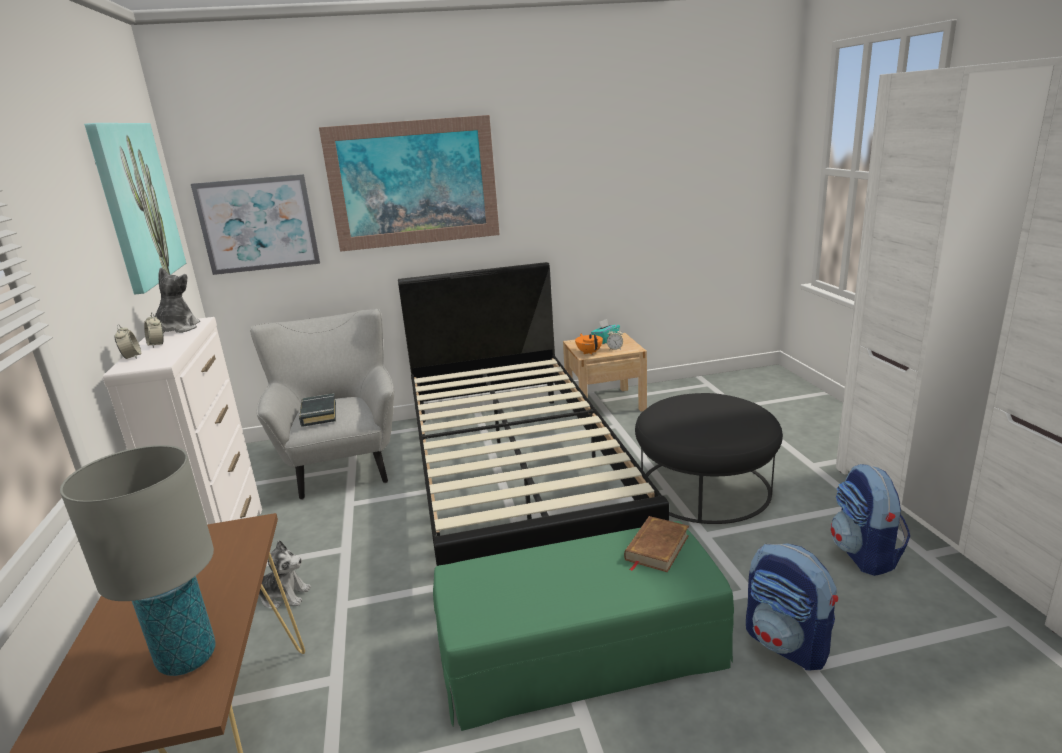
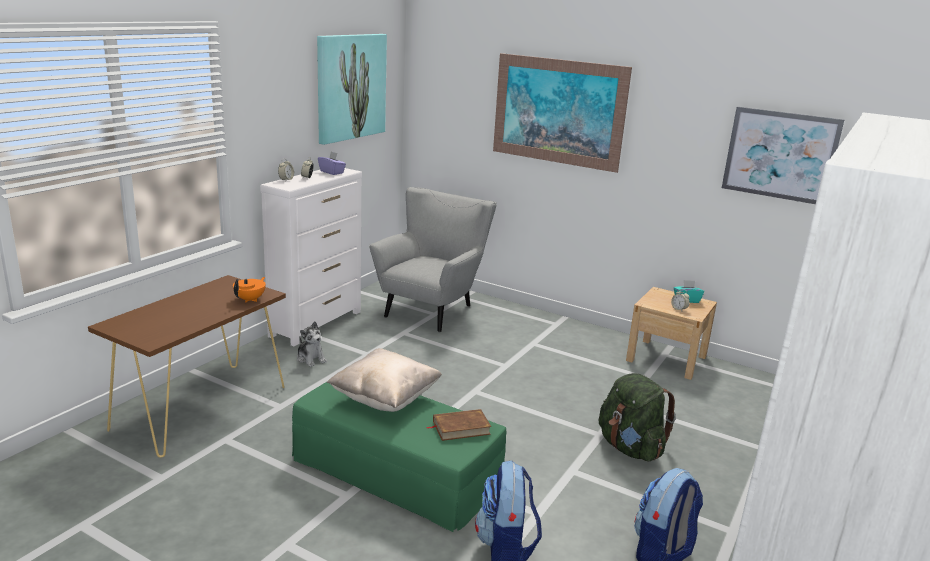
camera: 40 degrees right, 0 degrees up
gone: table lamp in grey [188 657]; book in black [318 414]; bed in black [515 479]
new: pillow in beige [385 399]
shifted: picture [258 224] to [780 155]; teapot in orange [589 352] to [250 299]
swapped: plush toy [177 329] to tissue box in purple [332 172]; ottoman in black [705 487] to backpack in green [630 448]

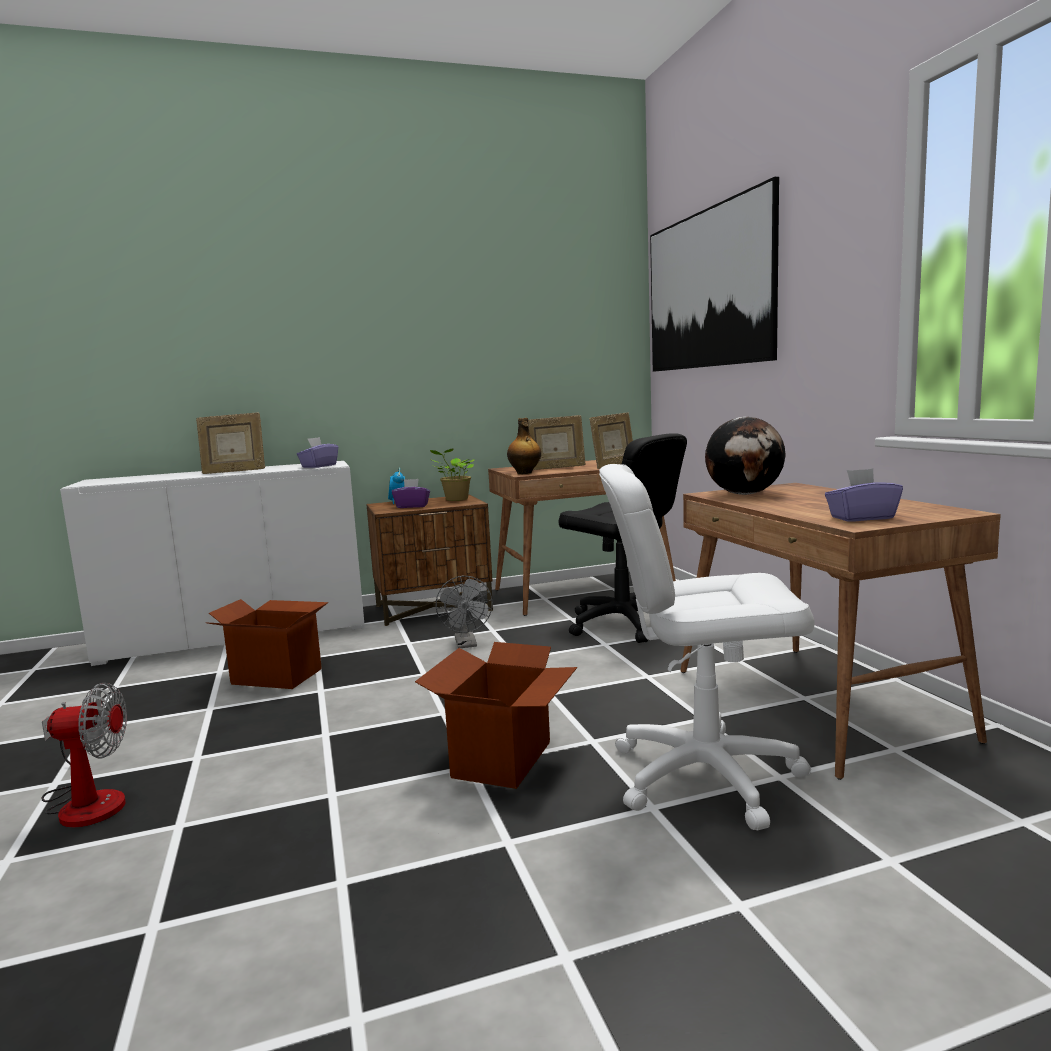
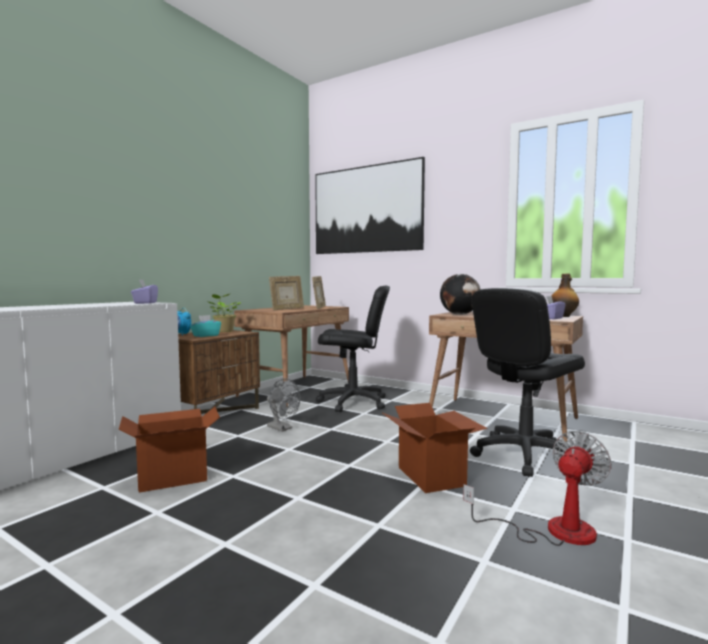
camera: 40 degrees left, 5 degrees down
gone: picture frame [234 472]
shifted: fan [86 801] to [553 531]; bottle [524 473] to [563 316]
repainted: tissue box in purple [412 506] to tissue box in turquoise [205 335]; office chair in white [704 775] to office chair in black [524 455]

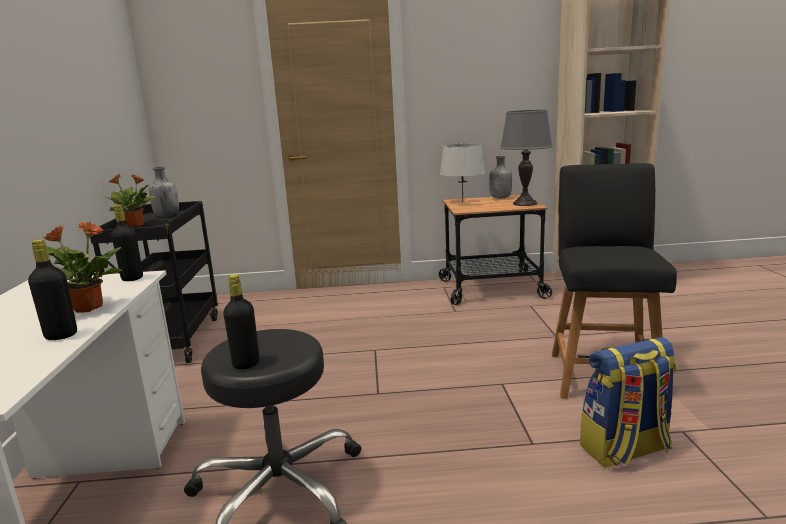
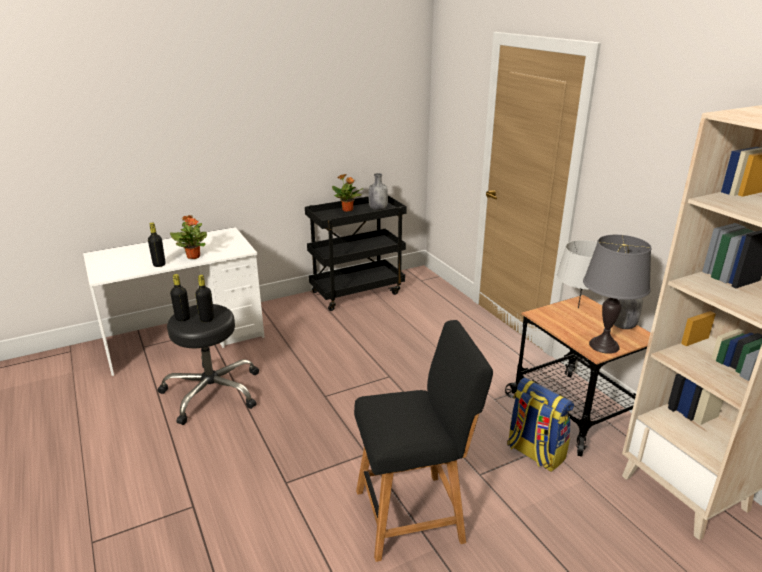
camera: 65 degrees right, 10 degrees up
shifted: bottle in black [132 278] to [207 319]; backpack [625 450] to [534 453]

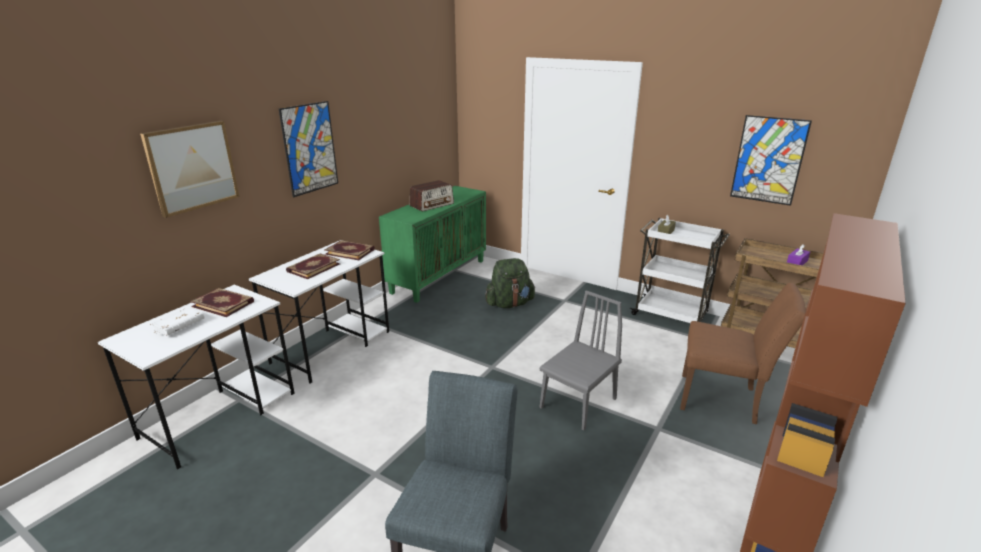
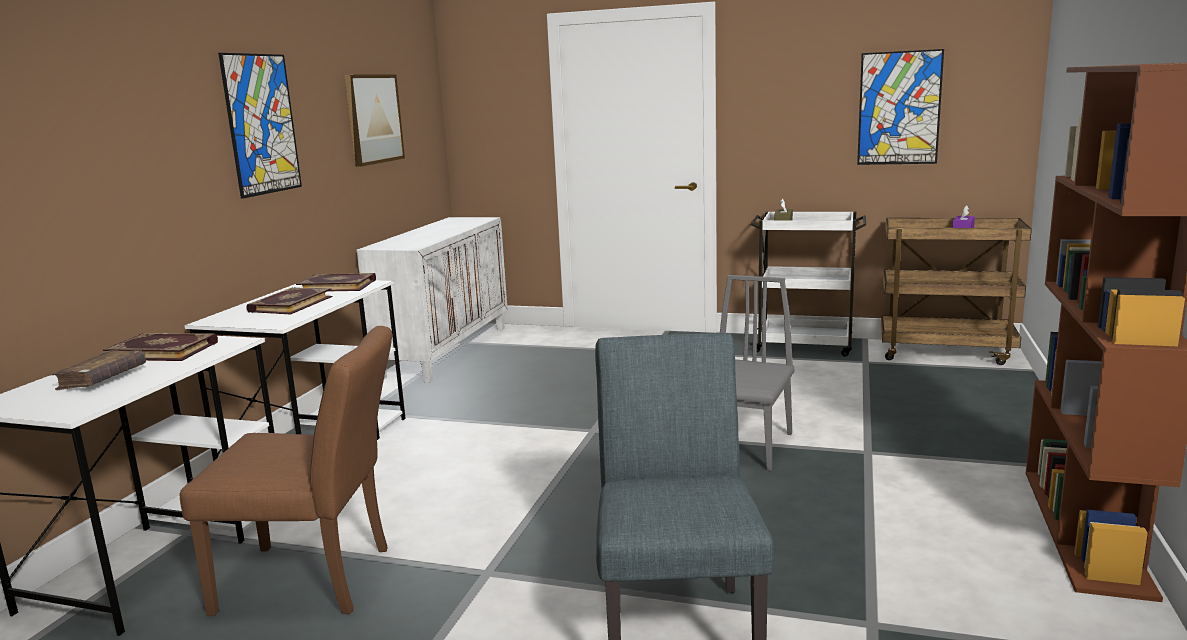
camera: 15 degrees left, 10 degrees down
gone: radio [432 205]; backpack in green [509 304]
shifted: picture [192 167] to [373 119]; chair in brown [725 400] to [317 580]
repainted: book in white [179 327] to book in brown [102 379]; cabinet in green [439 276] to cabinet in white [446 351]

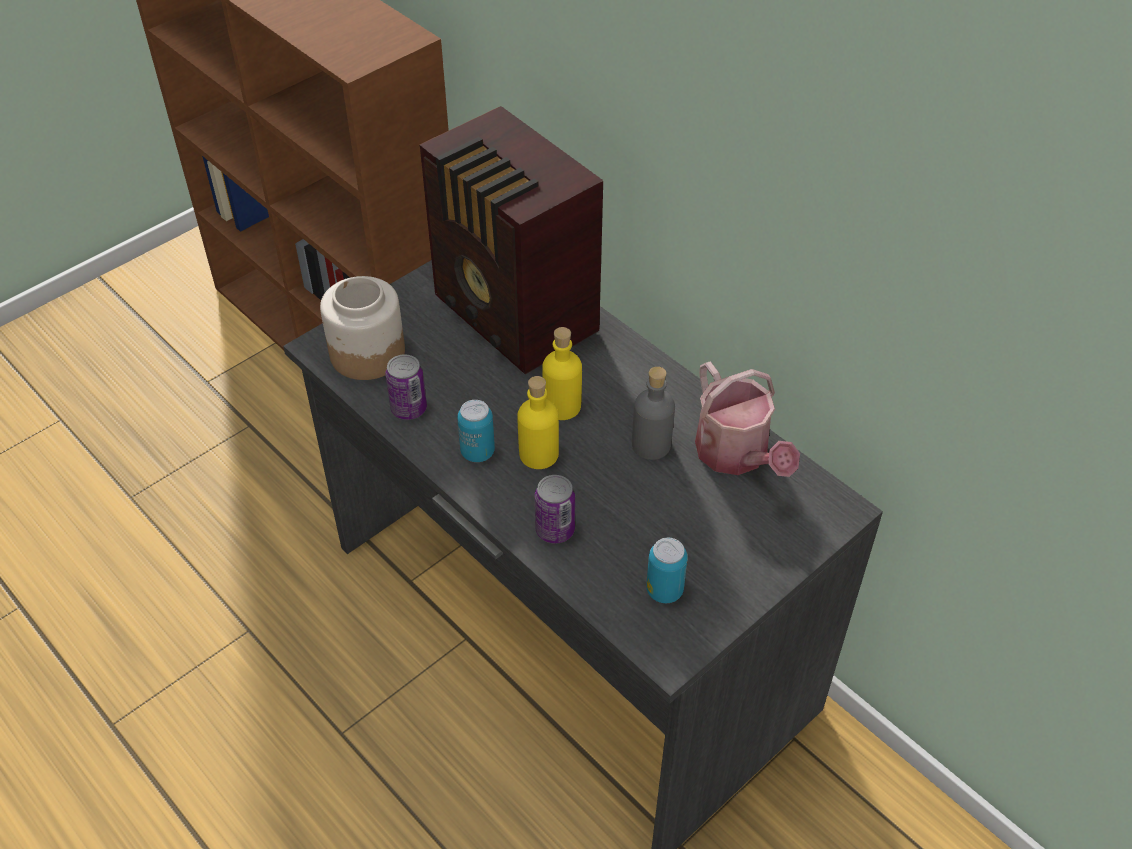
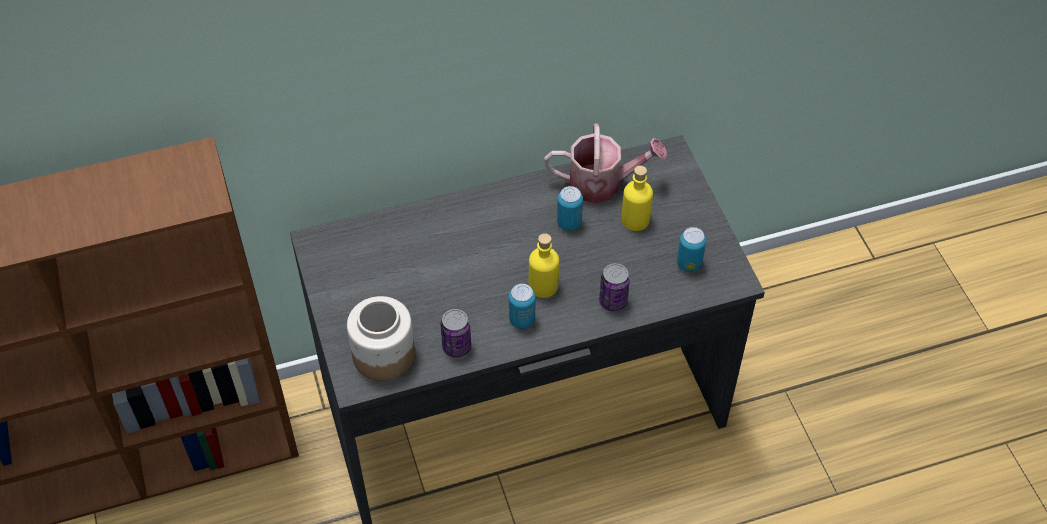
camera: 65 degrees left, 5 degrees up
gone: radio [515 317]
shifted: bottle in yellow [562 406] to [635 220]
swapped: bottle in grey [651 445] to can [569 223]

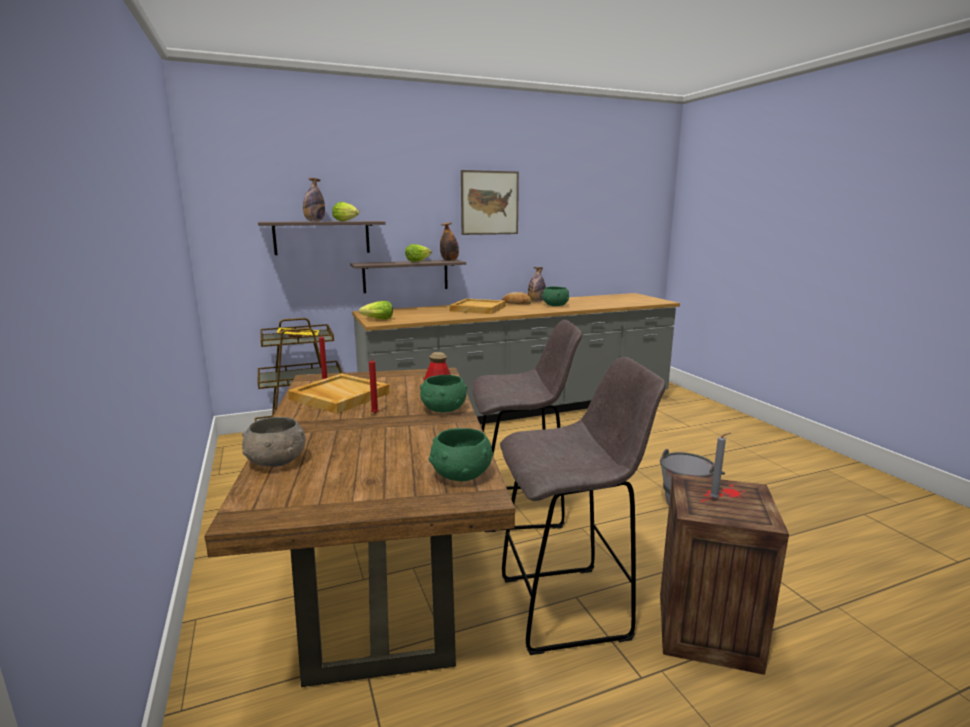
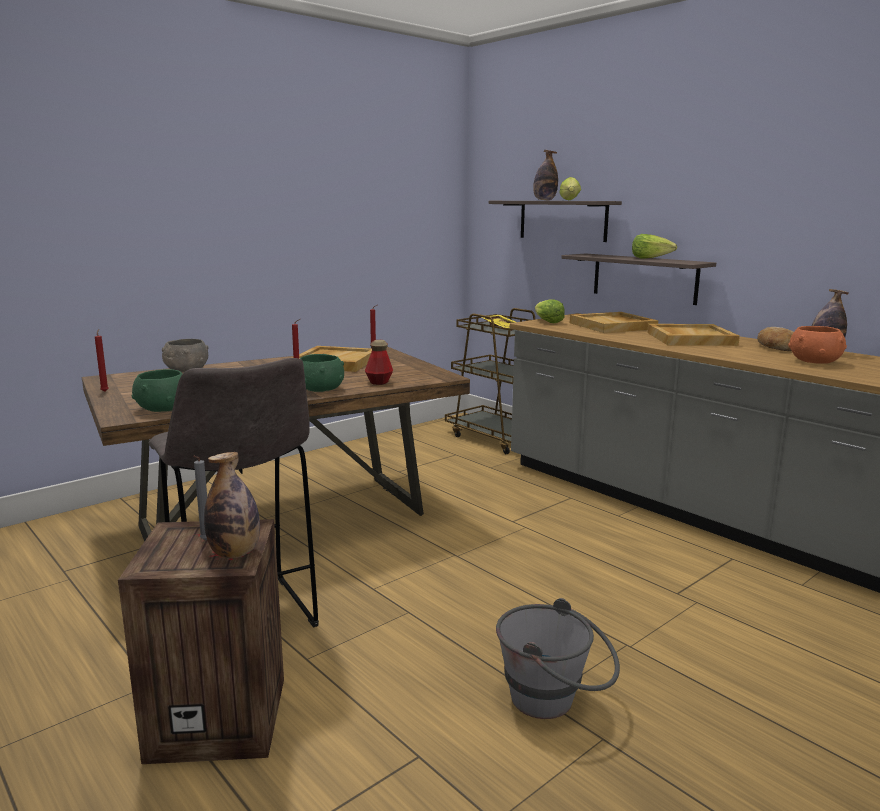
camera: 70 degrees right, 0 degrees up
gone: picture [489 203]; stool in grey [521 508]
new: candle in red [105 391]; tray in beige [613 326]
shifted: bottle [449 260] to [235 553]
repainted: bowl in green [555 305] to bowl in orange [814 361]

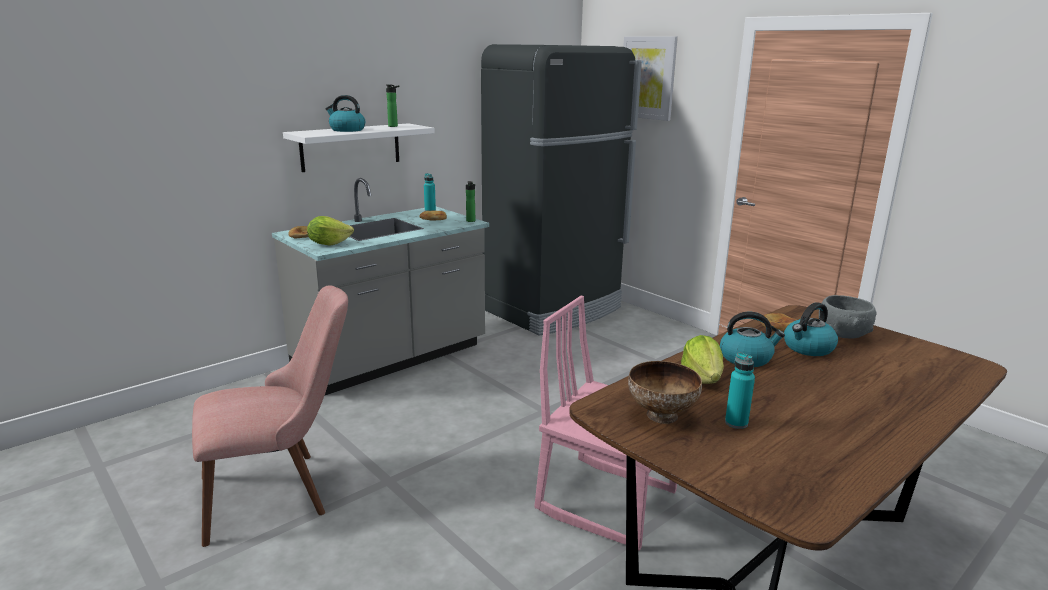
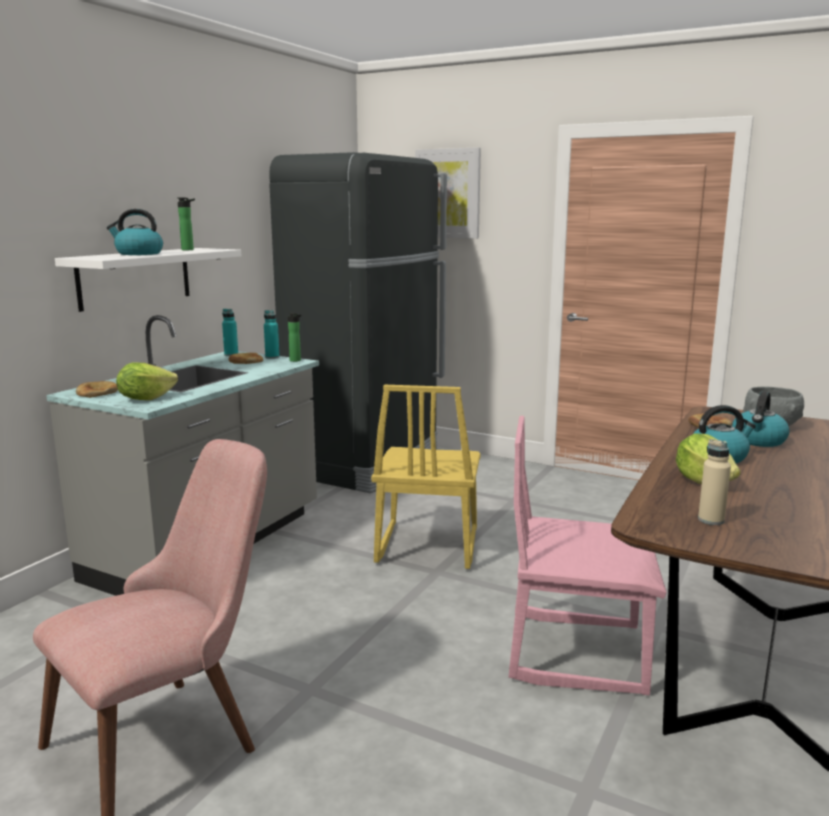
camera: 20 degrees left, 5 degrees down
new: chair in yellow [426 546]
shifted: bottle in turquoise [736 423] to [272 357]
swapped: bowl [661 415] to bottle in beige [711 520]

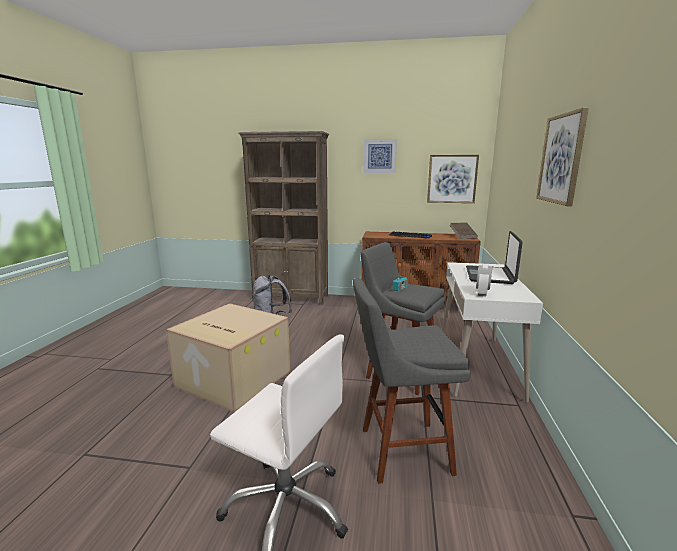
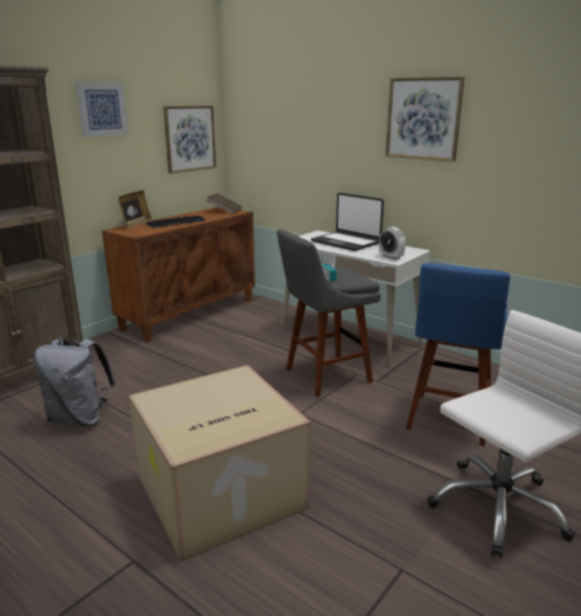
camera: 60 degrees left, 5 degrees up
new: picture frame [136 224]
repainted: stool in grey [400 451] to stool in blue [448 421]

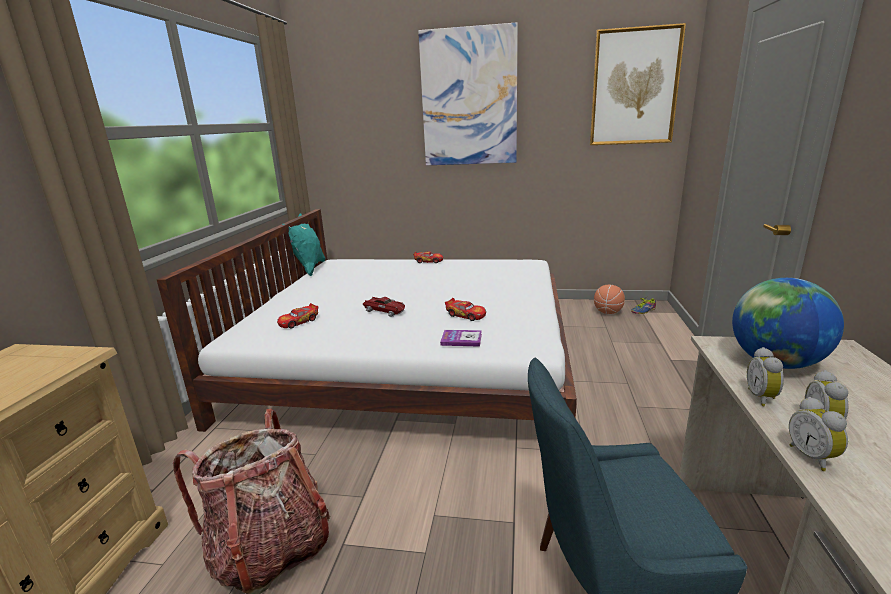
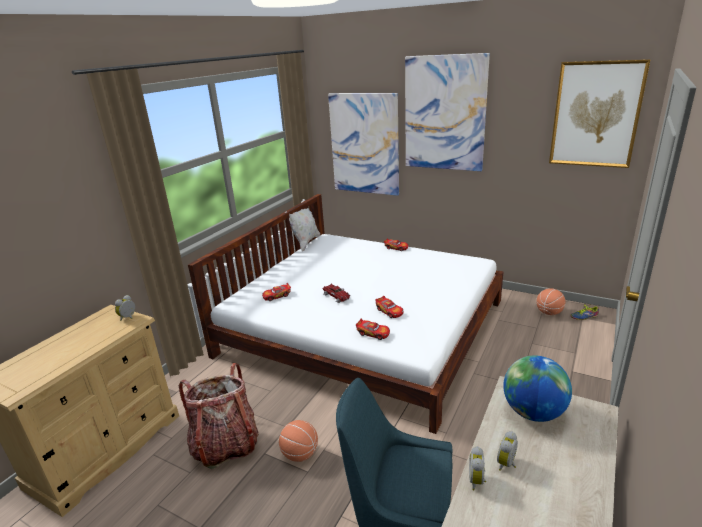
camera: 20 degrees right, 5 degrees up
new: basketball [300 454]; picture [364 144]
shifted: alarm clock [762 398] to [129 318]
swapped: book [461 339] to toy car [373 333]
repainted: pillow in turquoise [308 269] to pillow in white [305 243]

